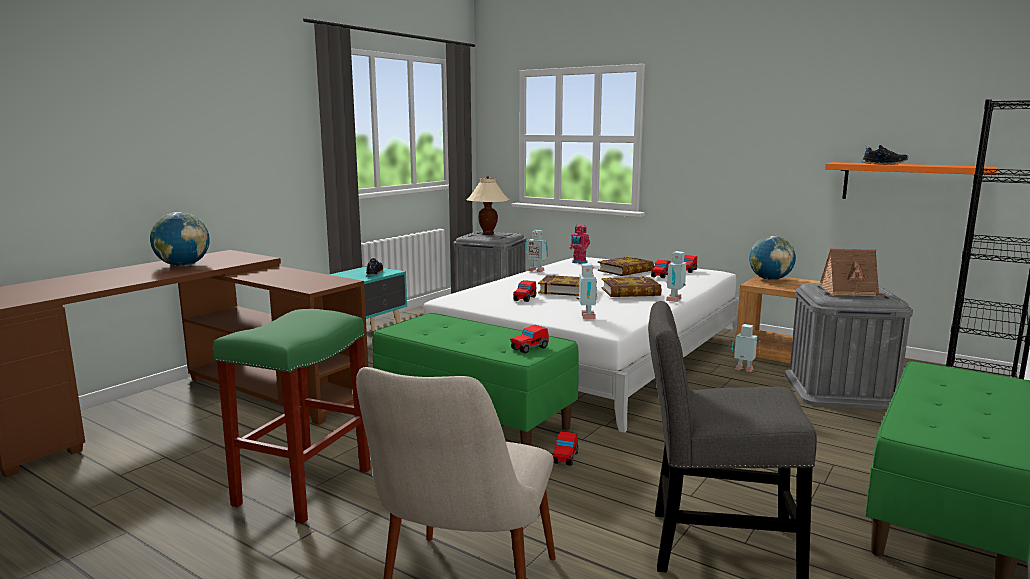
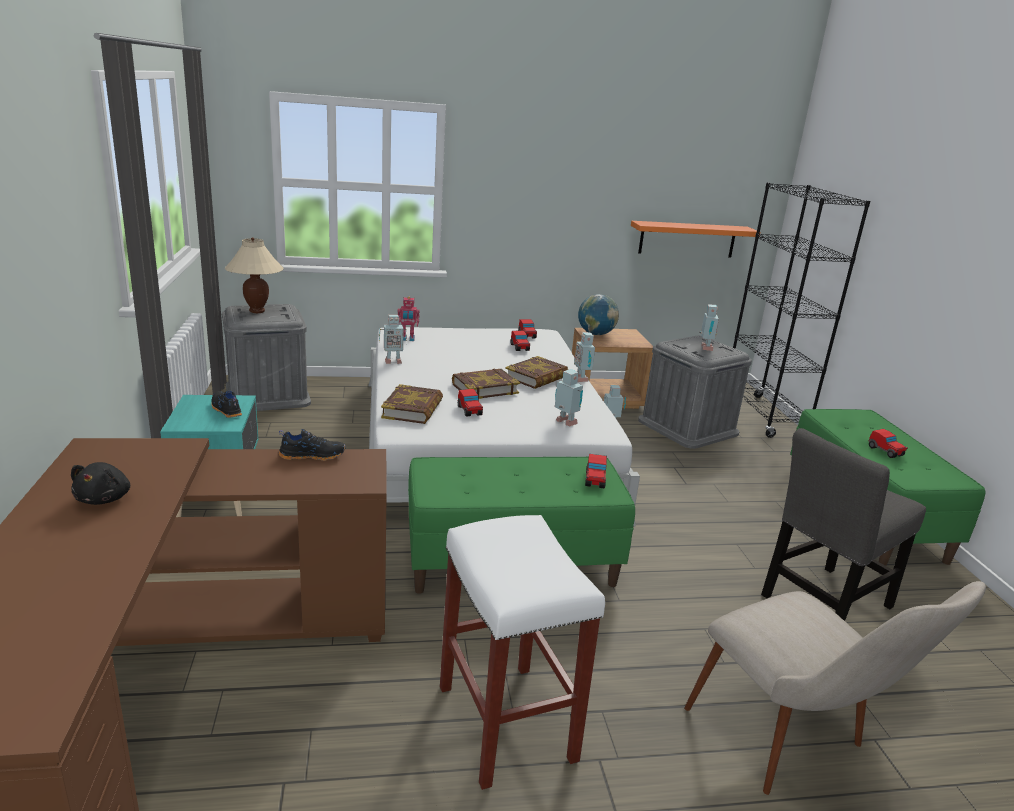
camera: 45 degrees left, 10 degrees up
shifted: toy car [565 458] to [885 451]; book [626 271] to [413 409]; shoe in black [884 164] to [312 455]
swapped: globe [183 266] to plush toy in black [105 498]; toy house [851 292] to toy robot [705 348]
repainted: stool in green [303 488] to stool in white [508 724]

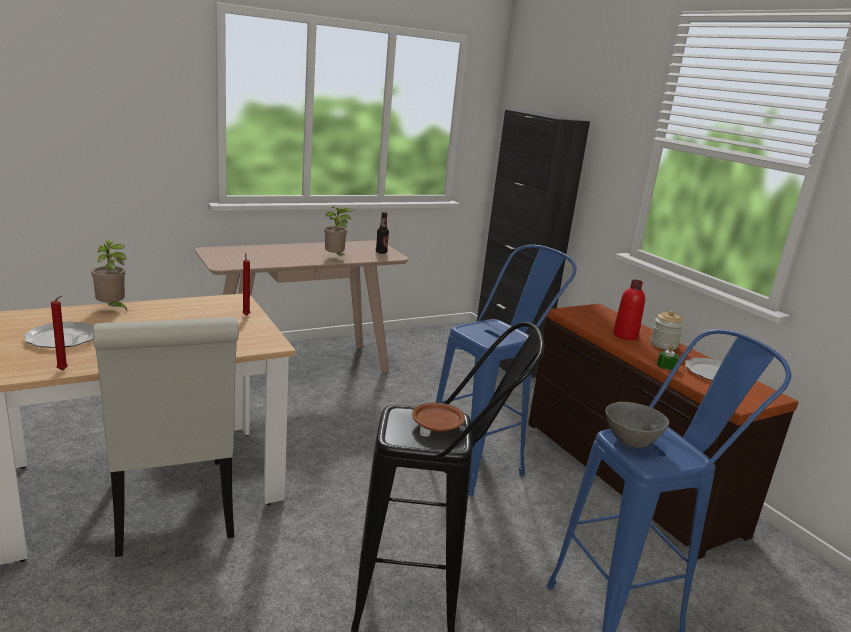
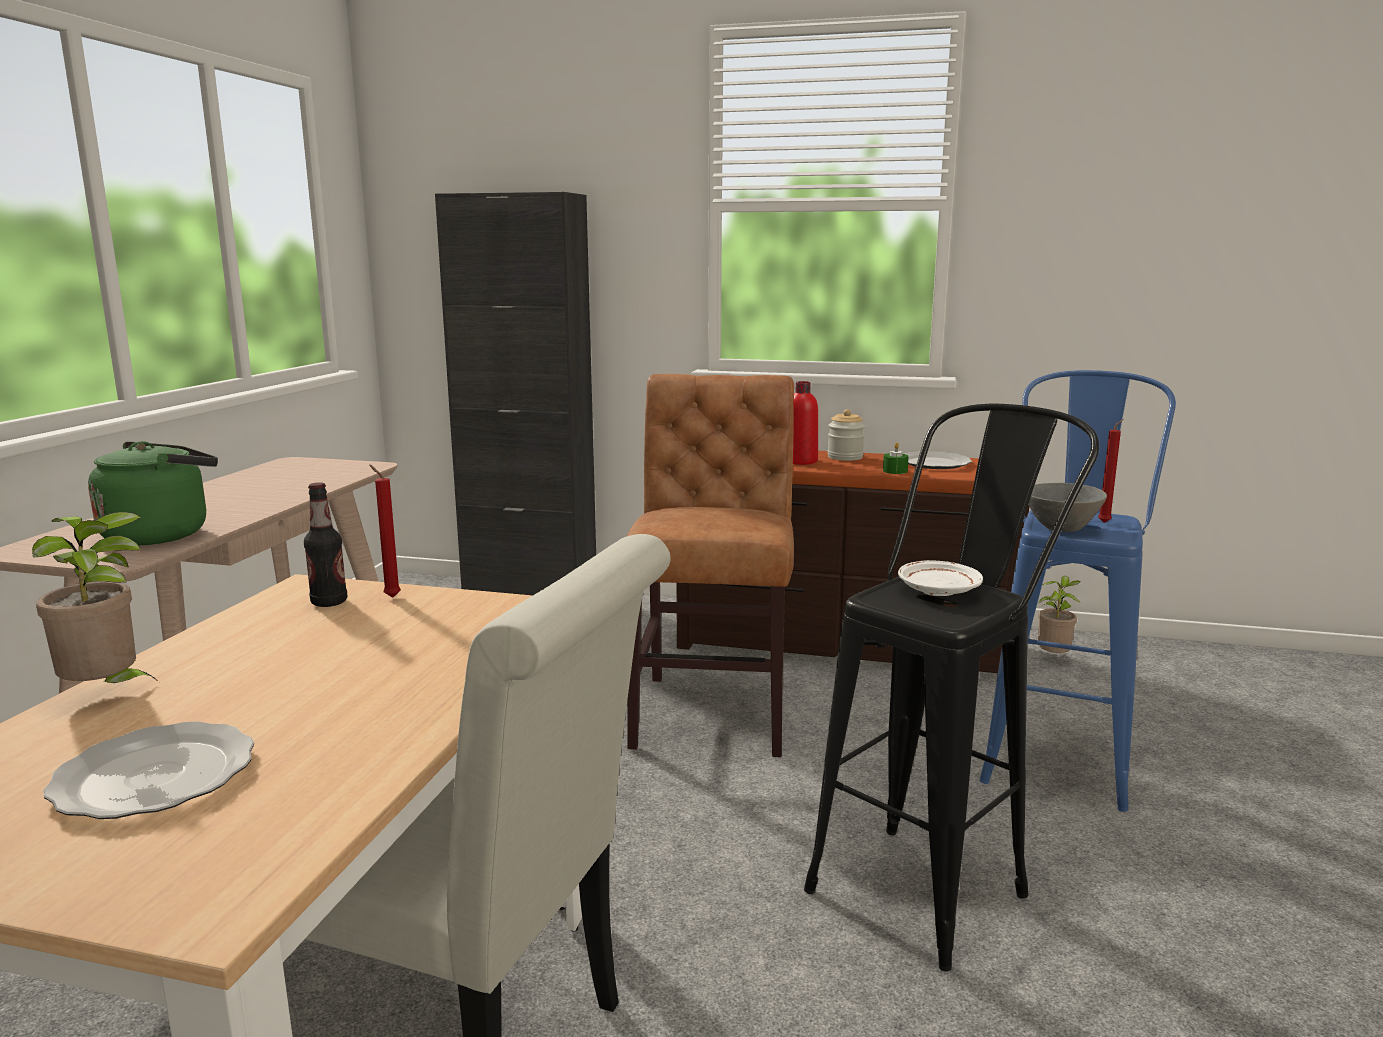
camera: 45 degrees left, 5 degrees down
new: kettle in green [162 534]
shifted: candle in red [63 370] to [1105 522]; potted plant [335 258] to [1053 658]; bottle [381 252] to [329 602]
swapped: stool in blue [484 462] to chair in brown [713 710]
repainted: plate in brown [437 425] to plate in white [938 590]

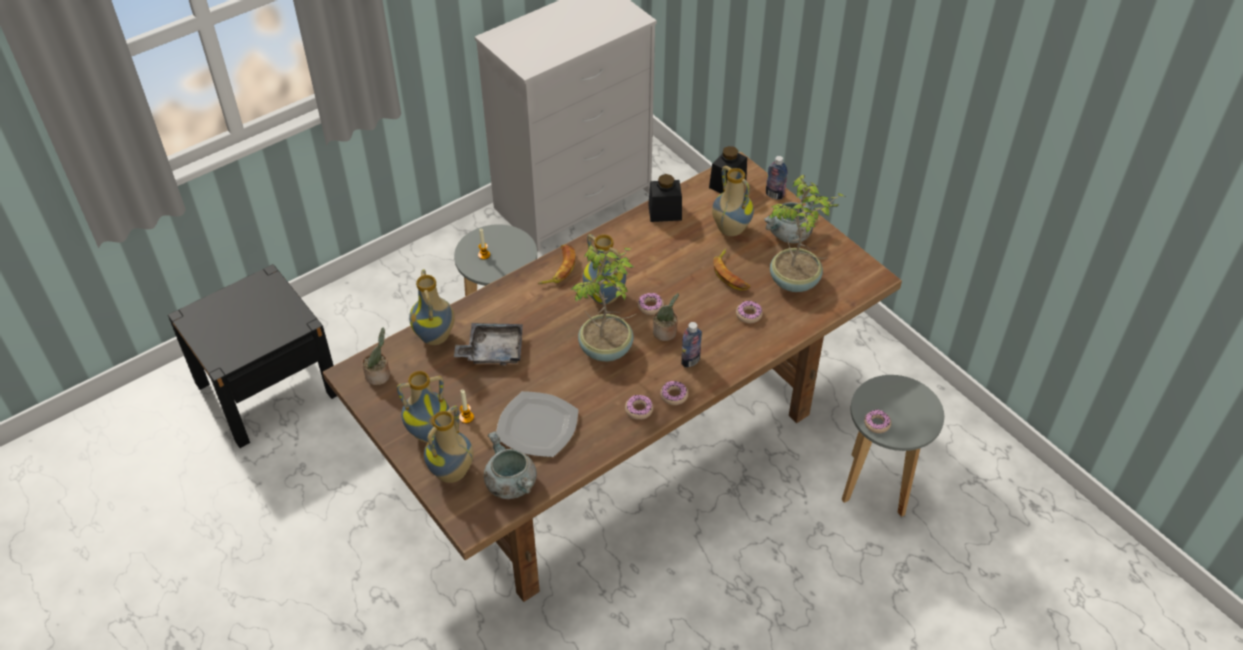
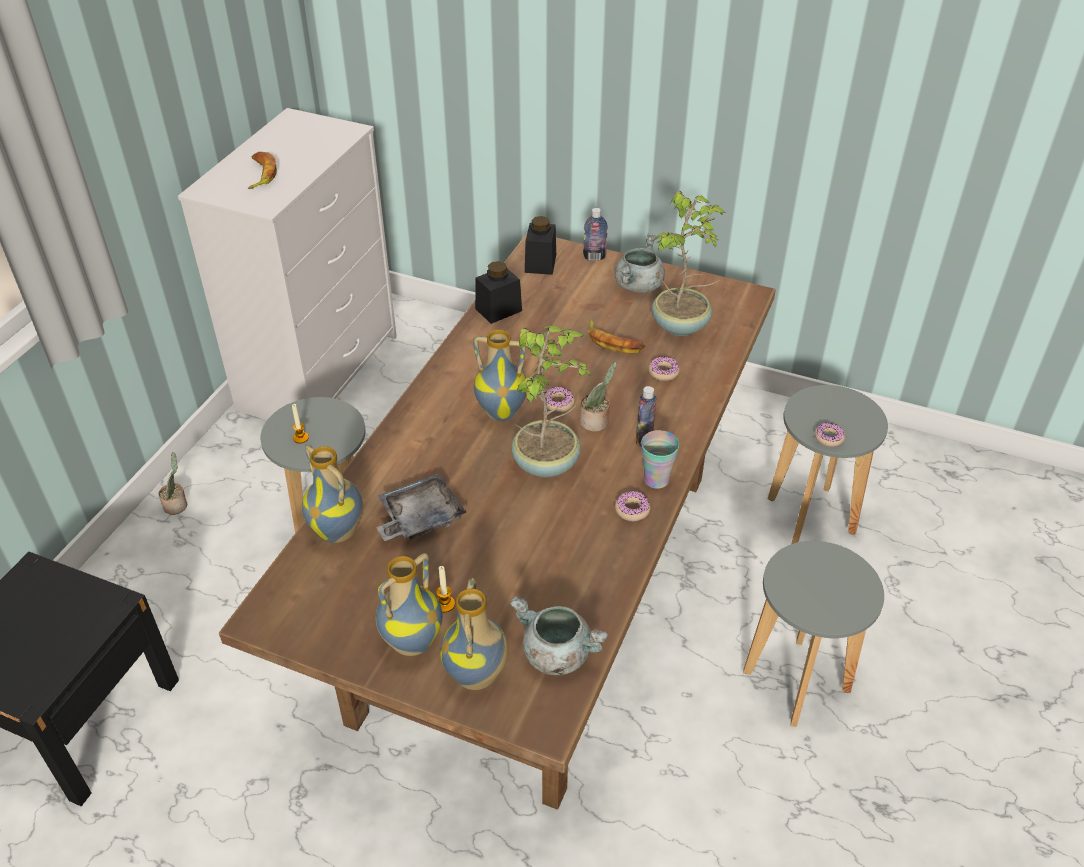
camera: 30 degrees left, 5 degrees down
gone: plate [538 427]; vase [729 230]
new: stool in grey [796 682]
shifted: potted plant [379 375] to [177 505]; banana [558 268] to [260 174]
swapped: donut [674 395] to cup [656 480]

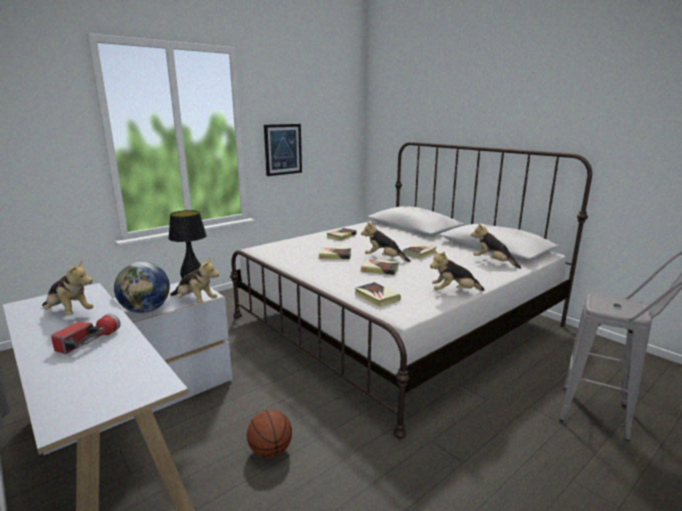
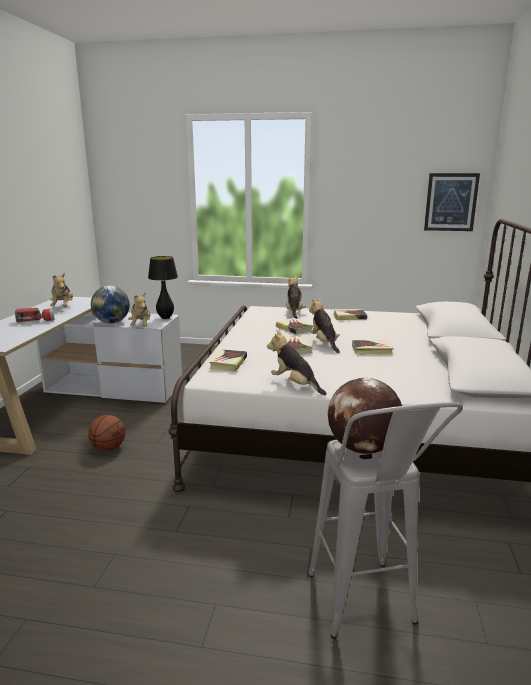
camera: 50 degrees right, 0 degrees up
new: globe [362 449]
shifted: picture [283 149] to [451 202]; plush toy [493 262] to [294 312]

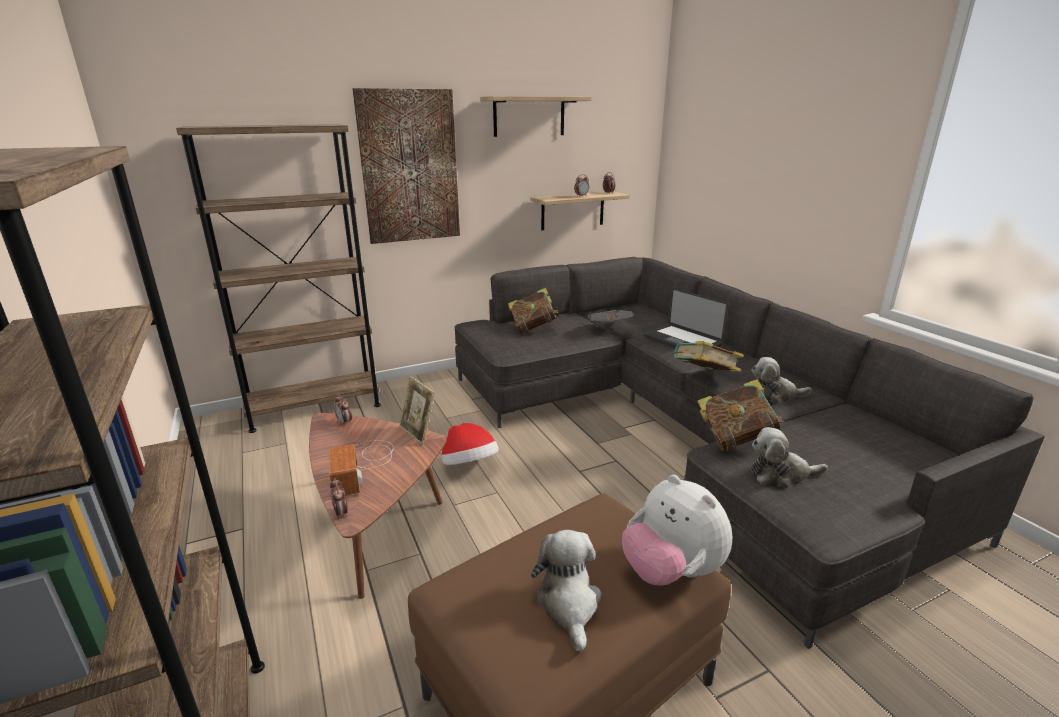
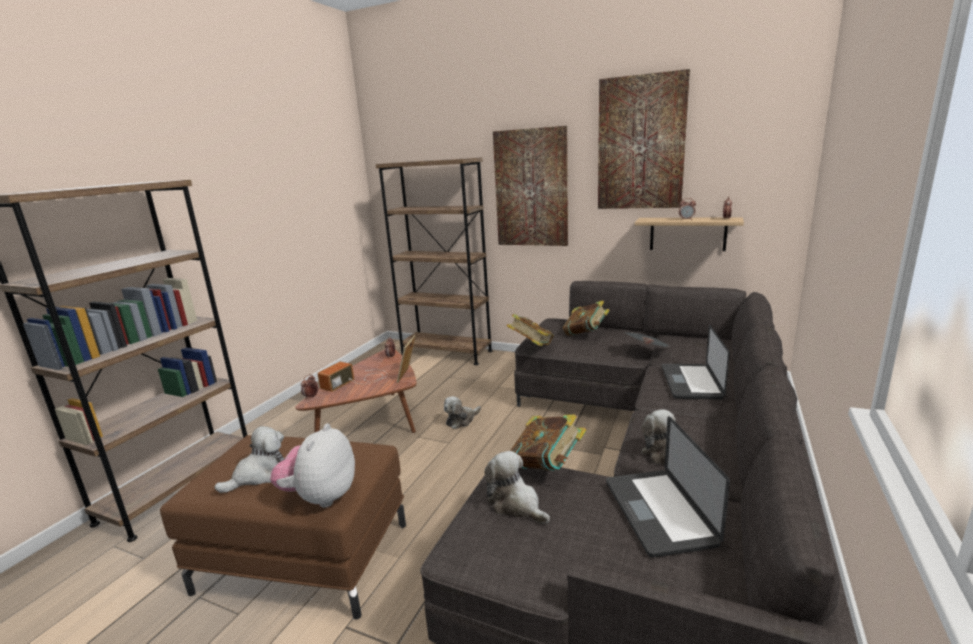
camera: 50 degrees right, 5 degrees down
new: laptop [658 512]
shifted: book [704 377] to [531 346]
swapped: hat [469 466] to plush toy [461 420]; shelf [529 116] to picture [641 143]

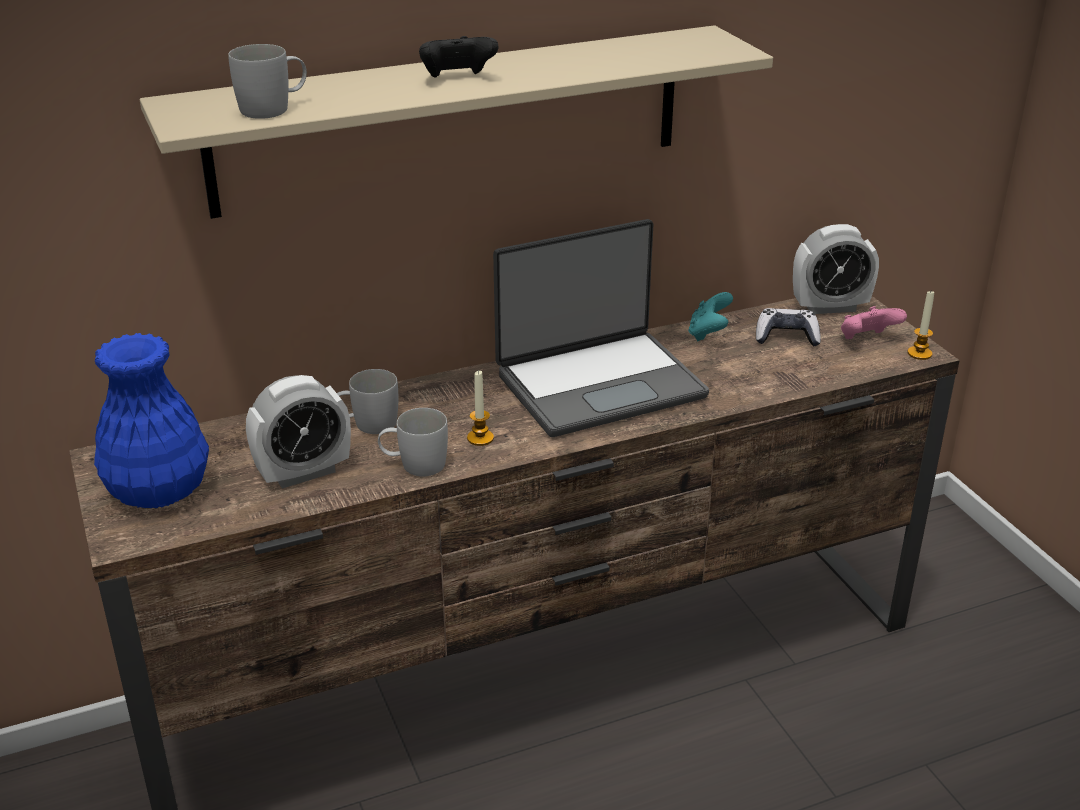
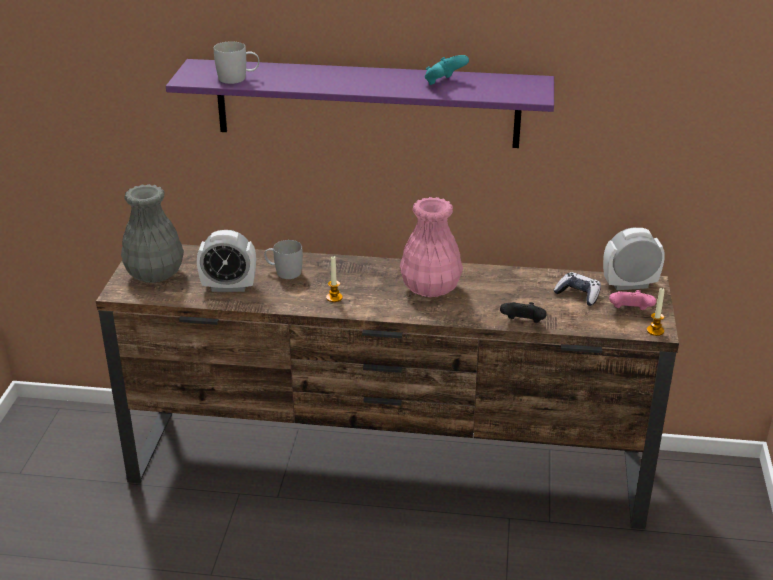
camera: 30 degrees right, 0 degrees up
gone: mug in white [414 465]
shifted: game controller in black [457 79] to [522 324]; game controller in turquoise [708 334] to [444 83]
swapped: laptop [599 384] to vase in pink [431 288]
repainted: vase in blue [157 491] to vase in grey [154 274]; shelf in beige [451 120] to shelf in purple [367 103]
rotated: alarm clock [830 307] = [630 285] 150 degrees clockwise

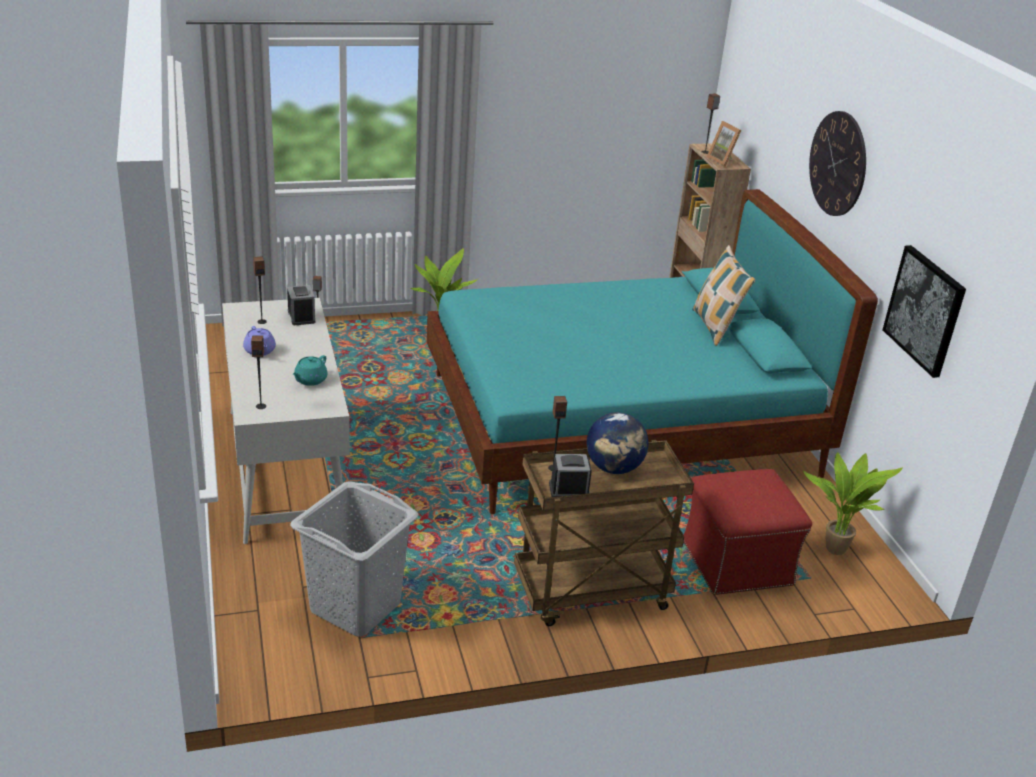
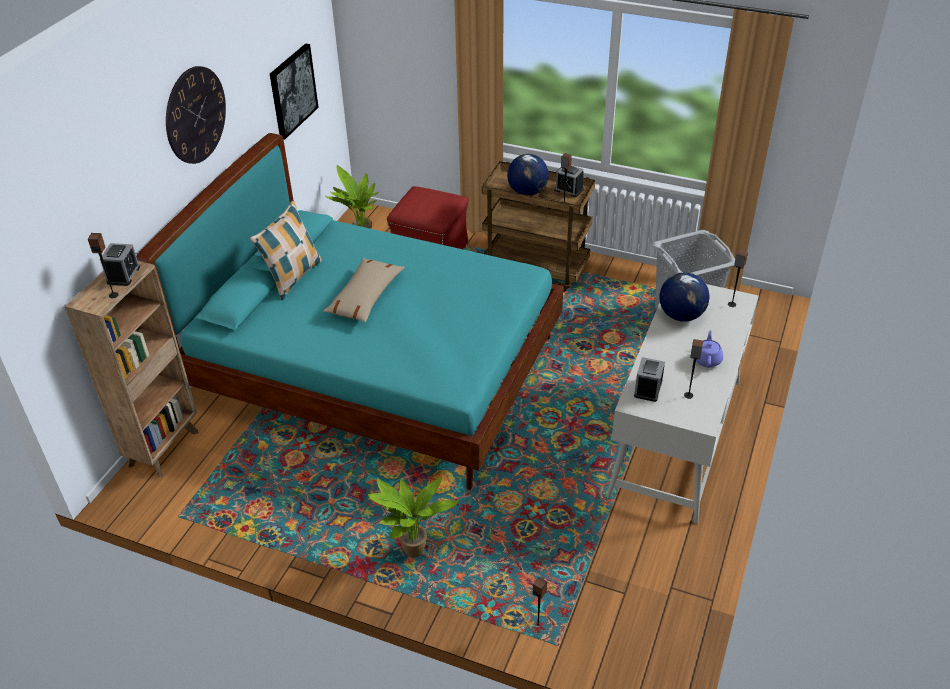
camera: 140 degrees left, 10 degrees up
new: pillow in beige [365 297]
swapped: teapot in turquoise [310 380] to globe [681 315]; picture frame [723 161] to alarm clock [123 275]

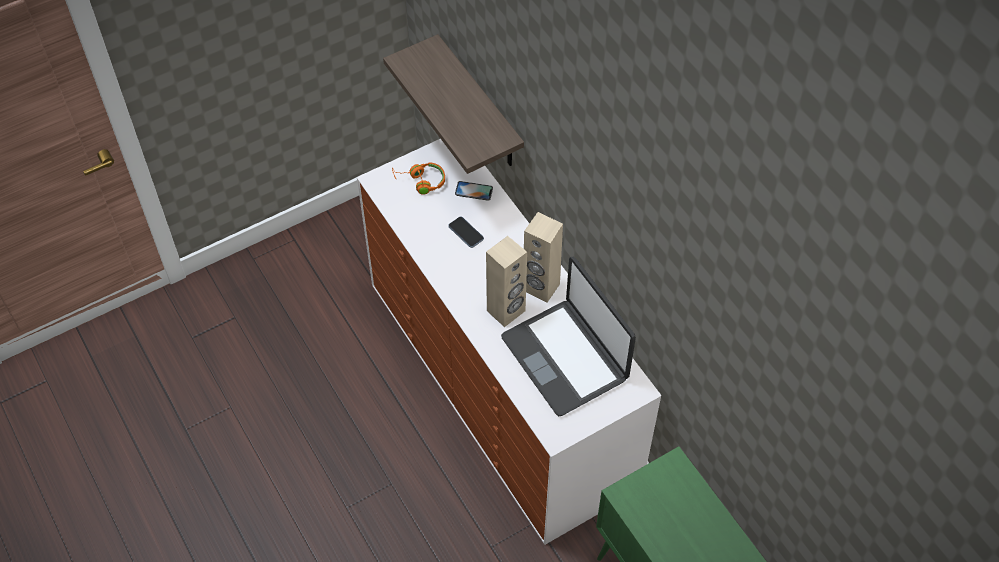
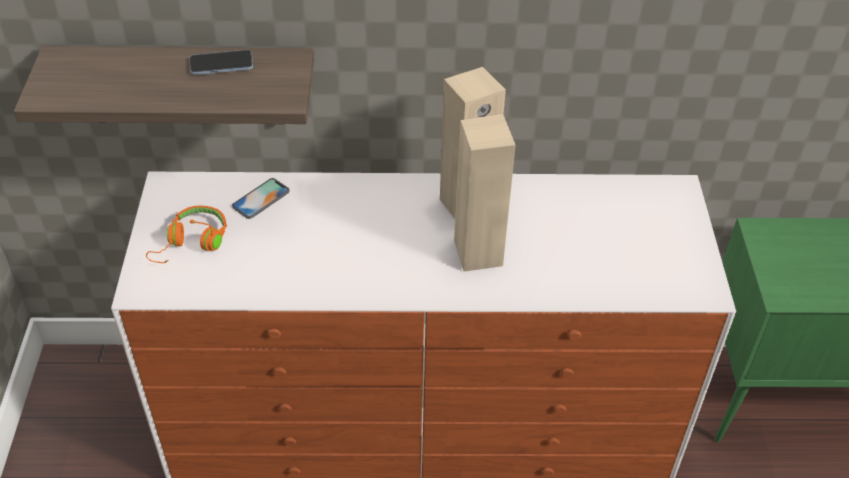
camera: 60 degrees left, 10 degrees down
gone: laptop [565 357]
shifted: phone [466 233] to [221 64]

